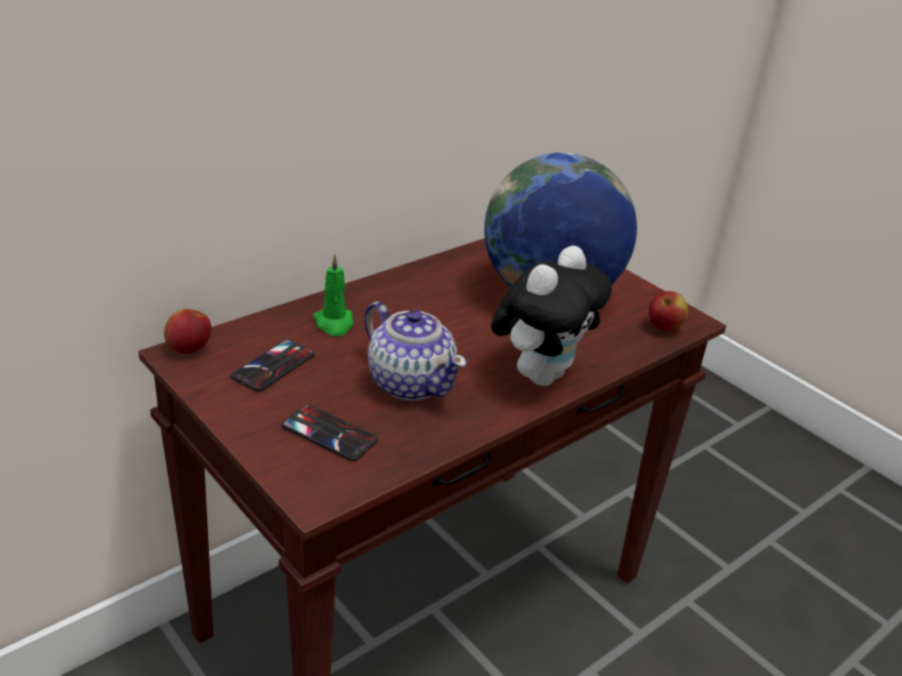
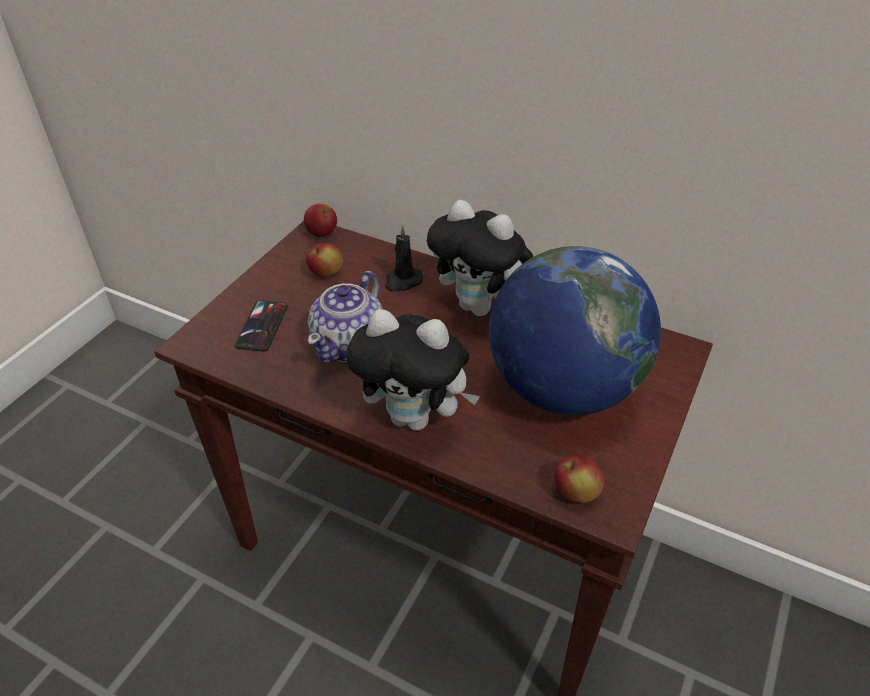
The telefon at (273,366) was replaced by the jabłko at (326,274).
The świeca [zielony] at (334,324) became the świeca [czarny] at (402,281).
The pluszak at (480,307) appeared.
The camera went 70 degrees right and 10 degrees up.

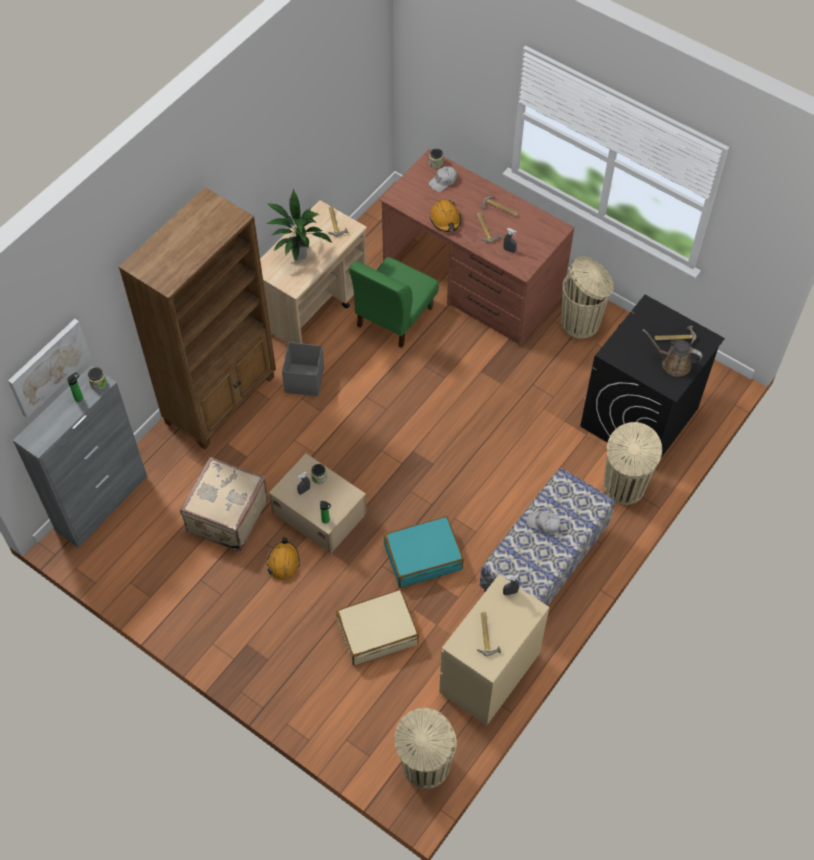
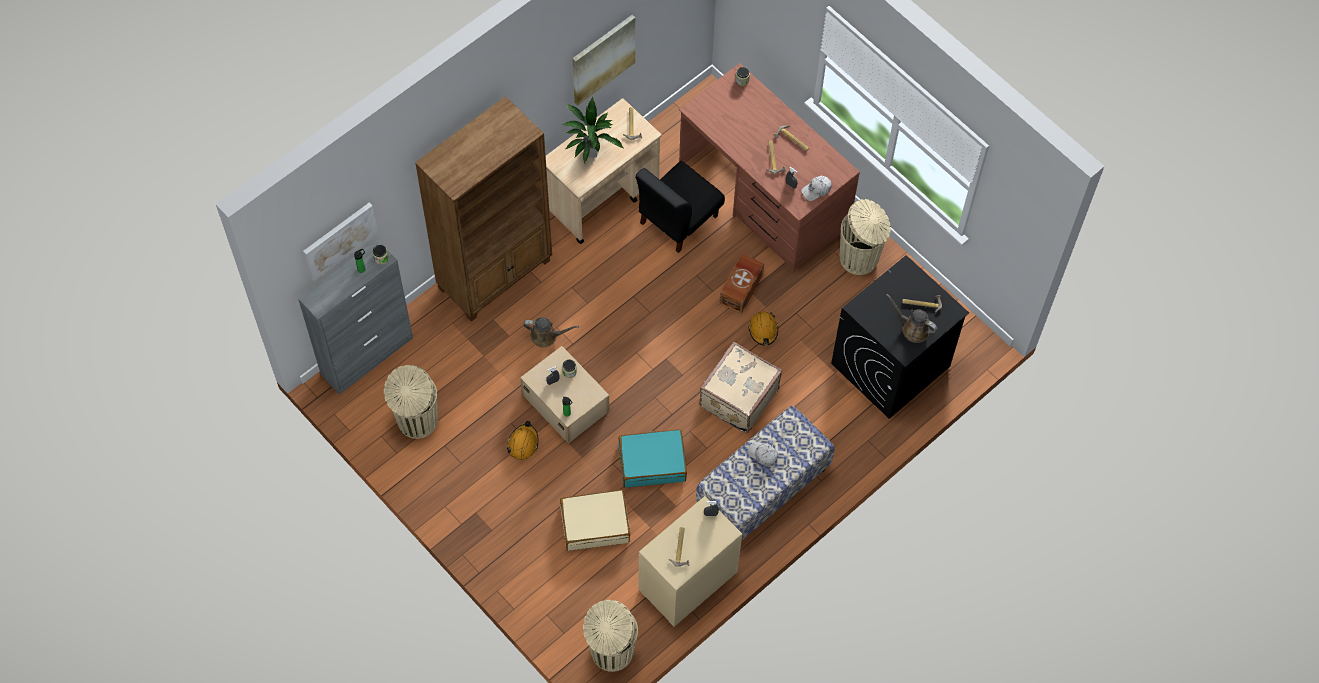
The kosz na śmieci [beżowy] moved from (623,487) to (416,421).
The konewka [brązowy] at (546,336) appeared.
The obraz at (602,59) appeared.
The krzesło [zielony] at (394,317) became the krzesło [czarny] at (678,219).
The walizka [beżowy] moved from (226,516) to (737,397).
The pojemnik do przechowywania [brązowy] at (742,289) appeared.
The kask [pomarańczowy] moved from (445,219) to (763,330).
The czapka z daszkiem [biały] moved from (443,181) to (816,190).
The pojemnik do przechowywania [szary] at (305,379) disappeared.
The camera went 10 degrees right and 5 degrees up.

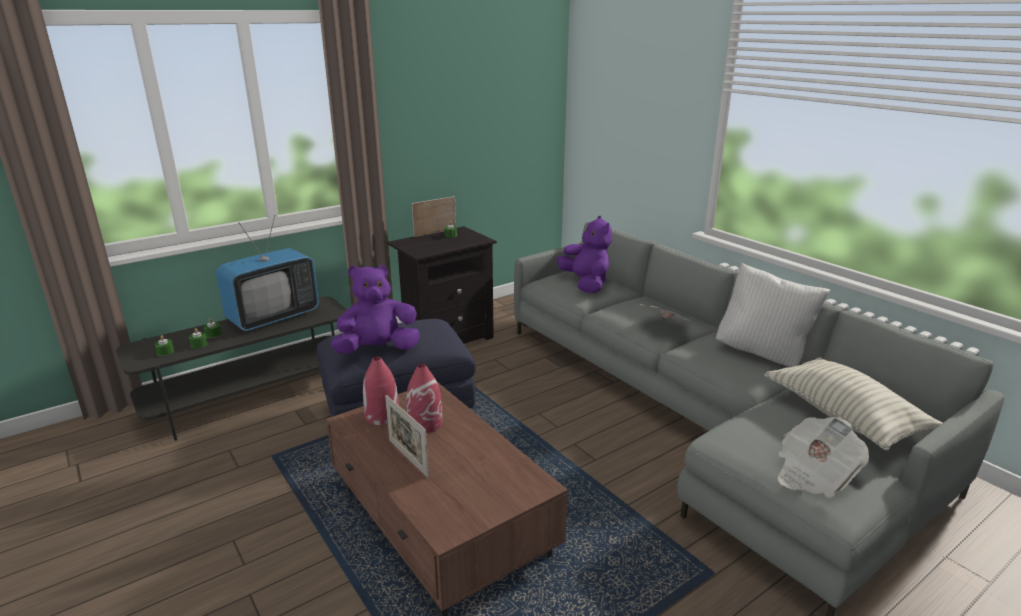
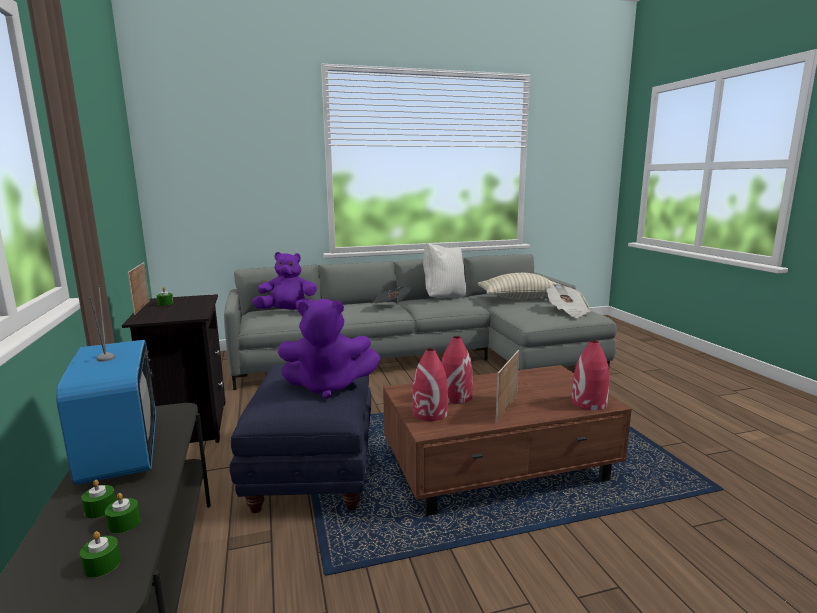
The pluszak [fioletowy] at (378,349) turned 90 degrees counterclockwise.
The ramka na zdjęcie at (408,458) turned 135 degrees clockwise.
The wazon [czerwony] at (589,403) appeared.
The camera went 70 degrees left and 10 degrees down.

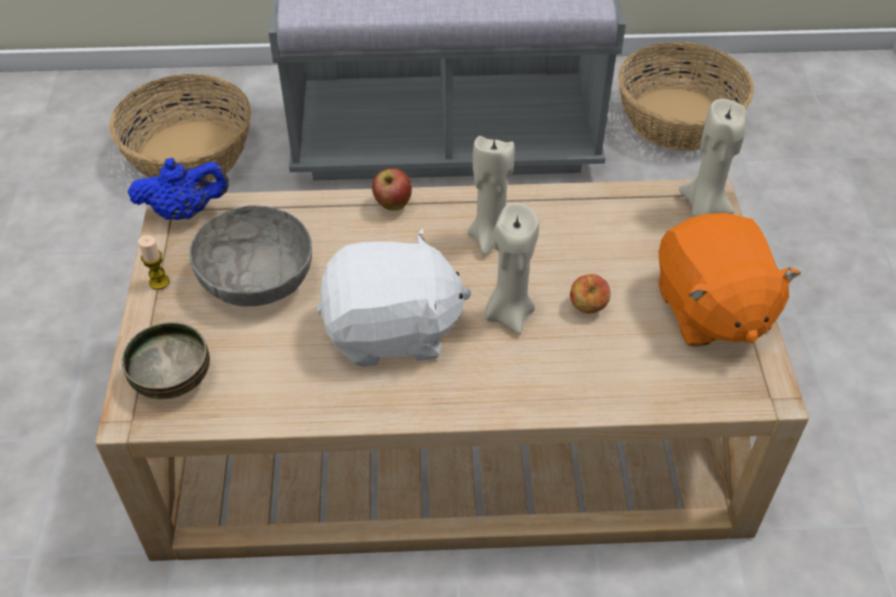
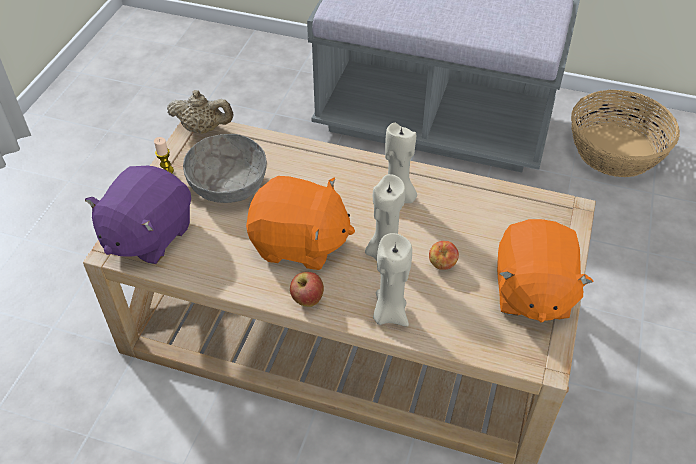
The miska at (174,378) was replaced by the pluszak [fioletowy] at (147,235).
The imbryk [niebieski] at (185,212) became the imbryk [beżowy] at (203,129).
The pluszak [biały] at (392,331) became the pluszak [pomarańczowy] at (299,244).
The jabłko moved from (393,205) to (307,300).
The świeca [beżowy] moved from (704,207) to (389,313).
The koszyk at (190,155) disappeared.
The camera went 20 degrees right and 0 degrees up.

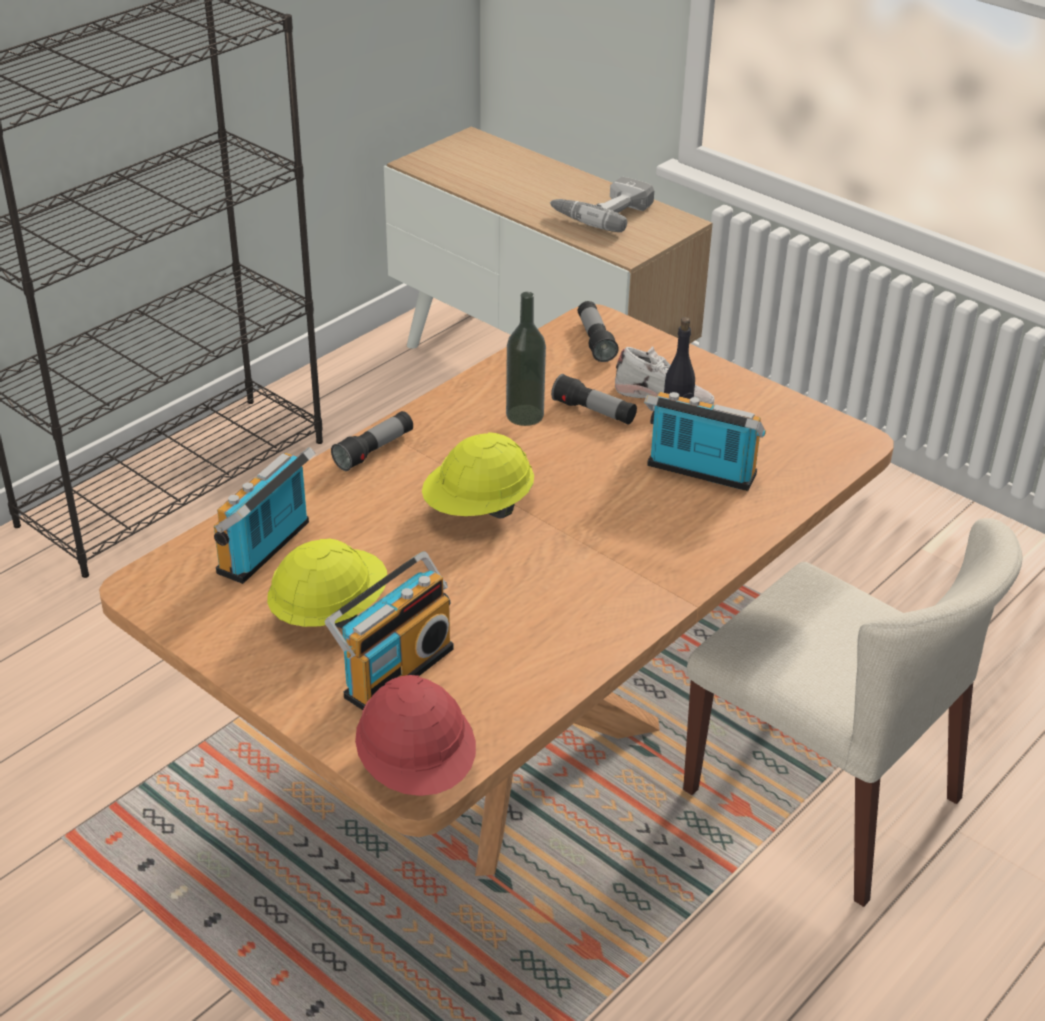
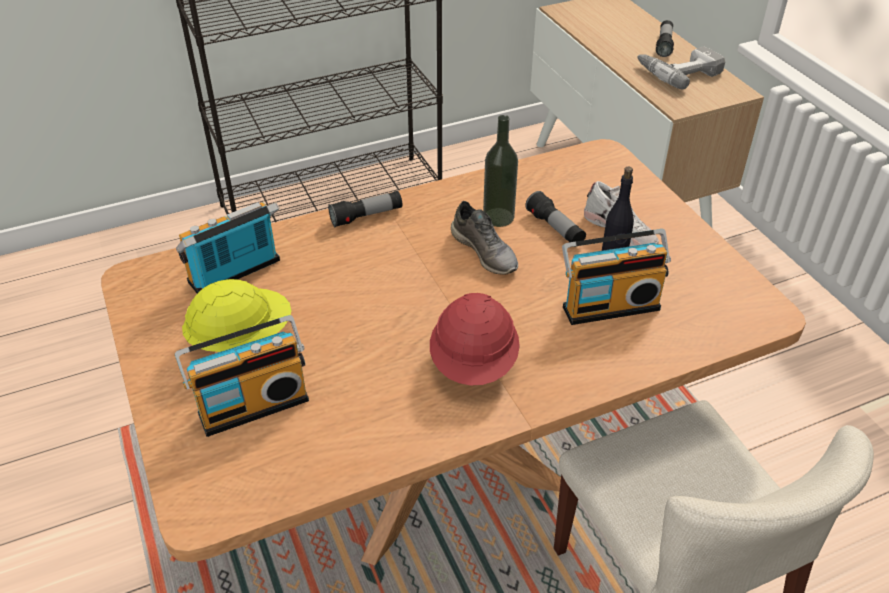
The kask [czerwony] moved from (417,768) to (474,363).
The but [szary] at (485,252) appeared.
The radio at (699,473) turned 120 degrees clockwise.
The latarka moved from (595,341) to (664,45).
The kask [żółty] at (479,509) disappeared.
The camera went 25 degrees right and 5 degrees up.

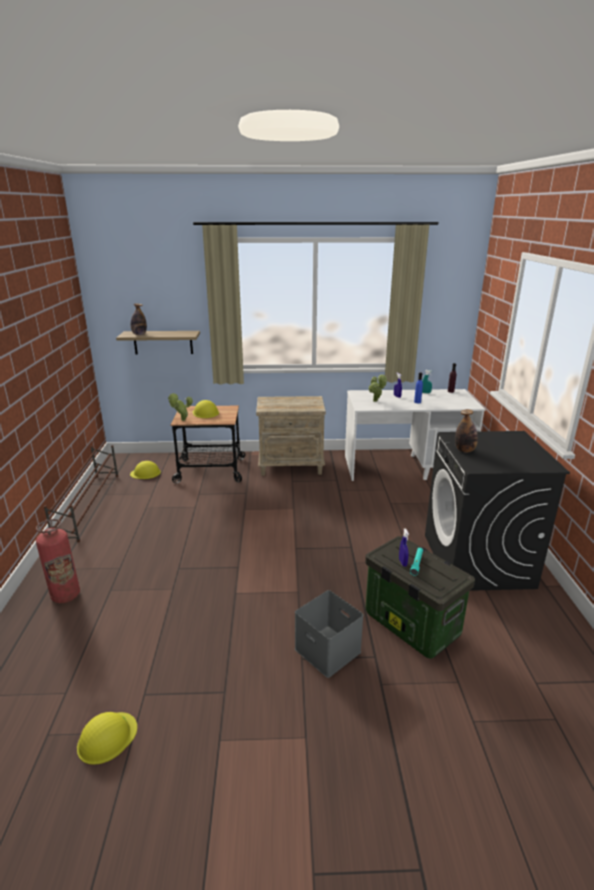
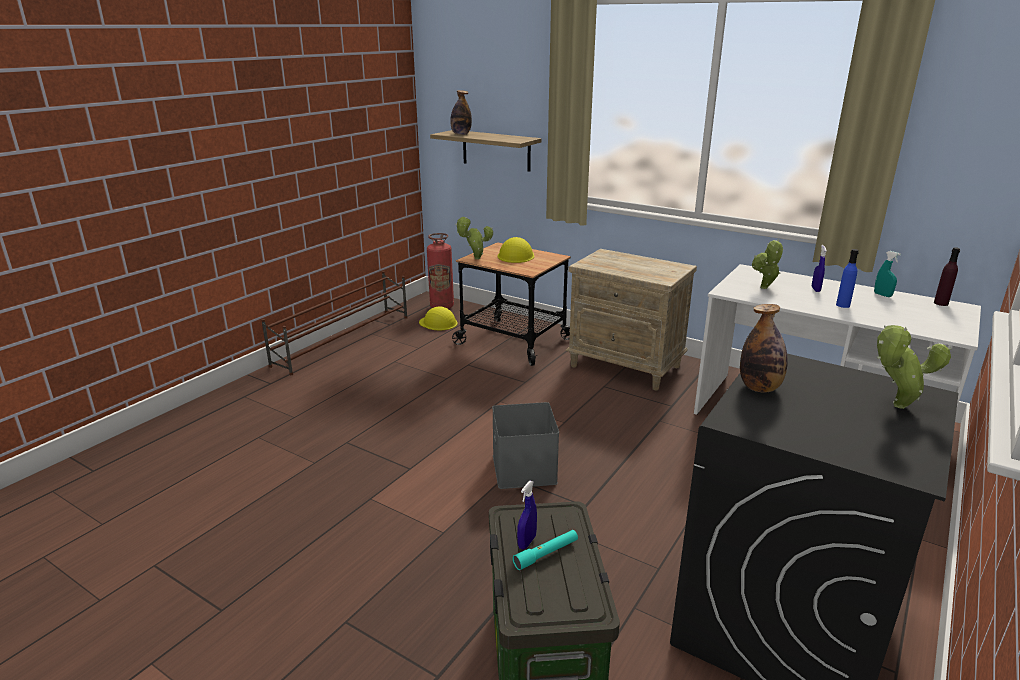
The gaśnica moved from (66,595) to (442,306).
The pojemnik do przechowywania [szary] moved from (326,650) to (522,468).
The roślina doniczkowa at (895,406) appeared.
The kask [żółty] at (107,737) disappeared.
The camera went 35 degrees right and 0 degrees up.

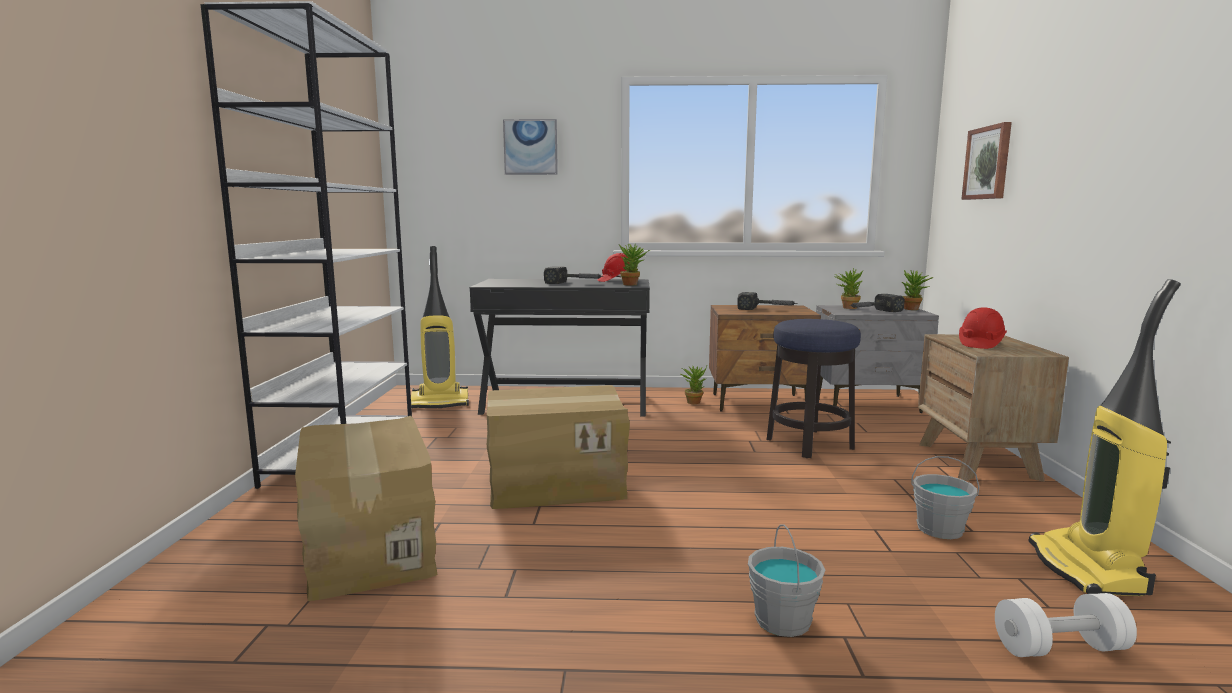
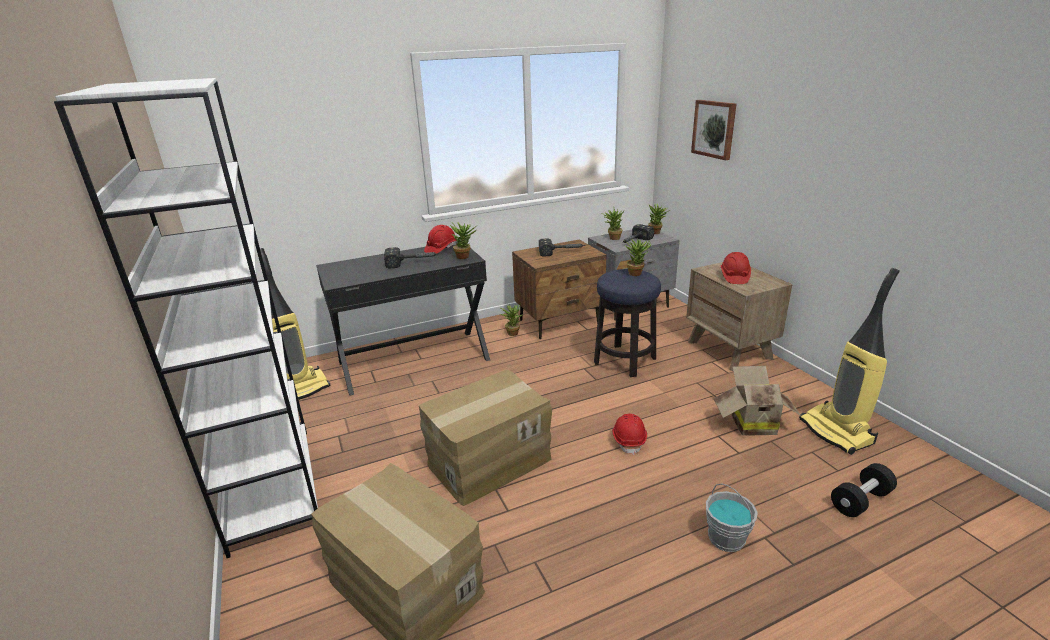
The kask [czerwony] at (629,440) appeared.
The roślina doniczkowa at (636,273) appeared.
The wiadro [szary] at (939,529) was replaced by the karton at (750,423).
The hantel [biały] at (1060,648) became the hantel [czarny] at (860,501).
The obraz at (530,147) disappeared.
The camera went 25 degrees left and 15 degrees up.

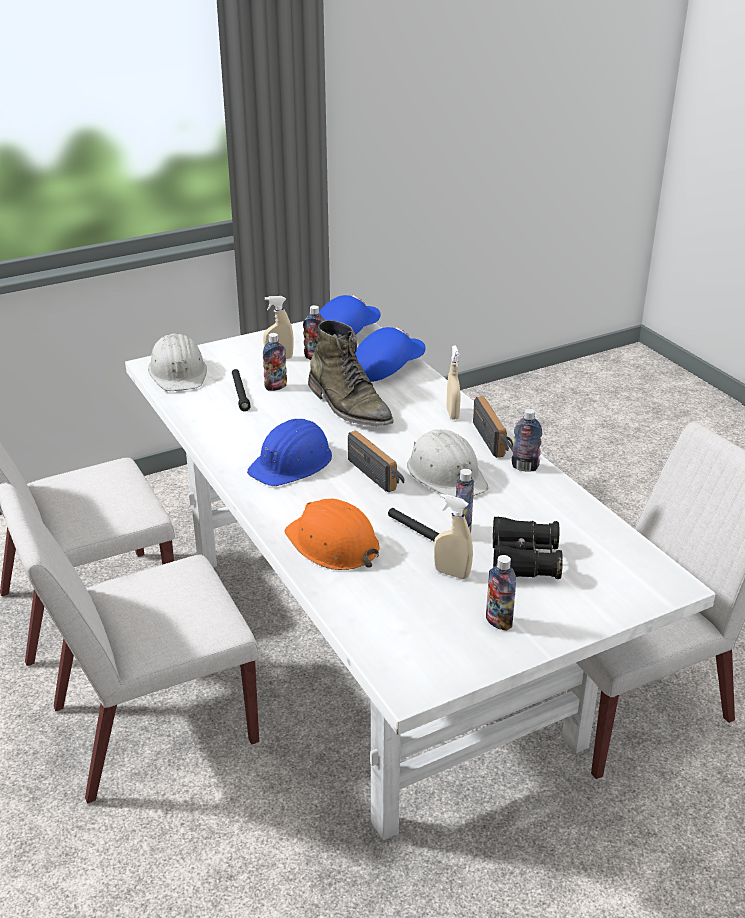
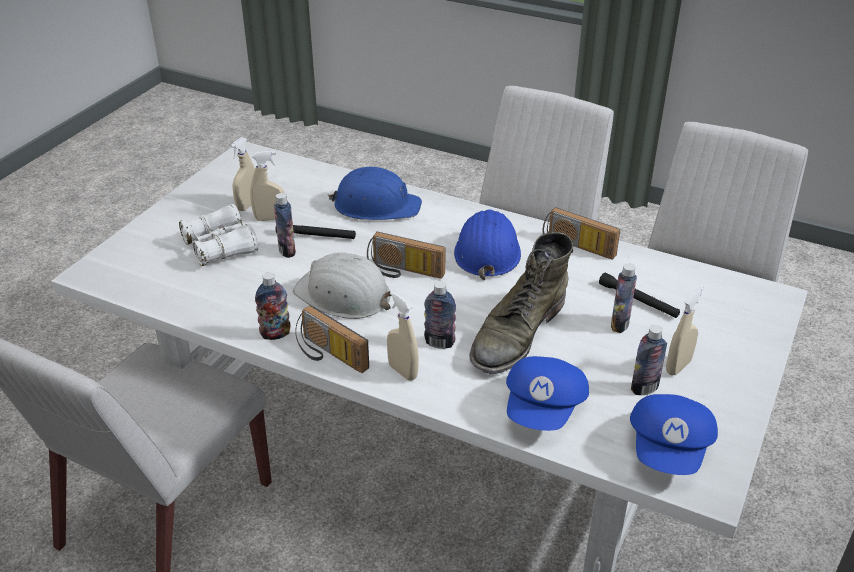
The lornetka [czarny] at (524,561) became the lornetka [biały] at (220,246).
The spryskiwacz [beżowy] at (247,205) appeared.
The kask [pomarańczowy] at (333,544) became the kask [niebieski] at (376,205).
The butelka moved from (498,622) to (439,343).
The but z cholewką [zielony] at (349,406) turned 75 degrees counterclockwise.
The radio at (576,249) appeared.
The kask [biały] at (178,373) disappeared.
The camera went 145 degrees right and 5 degrees up.

